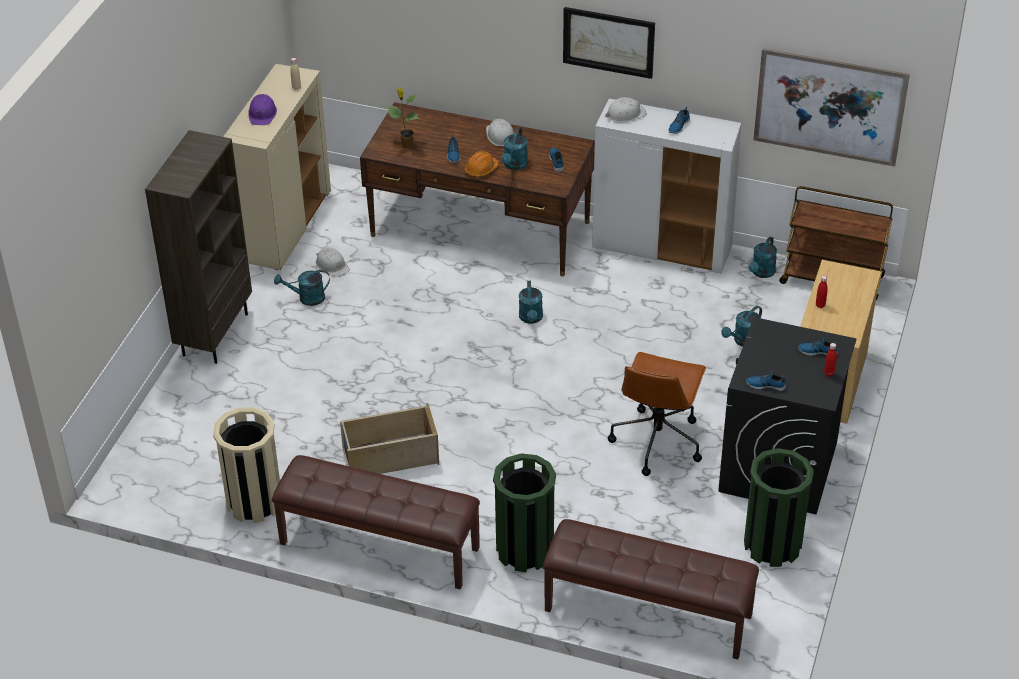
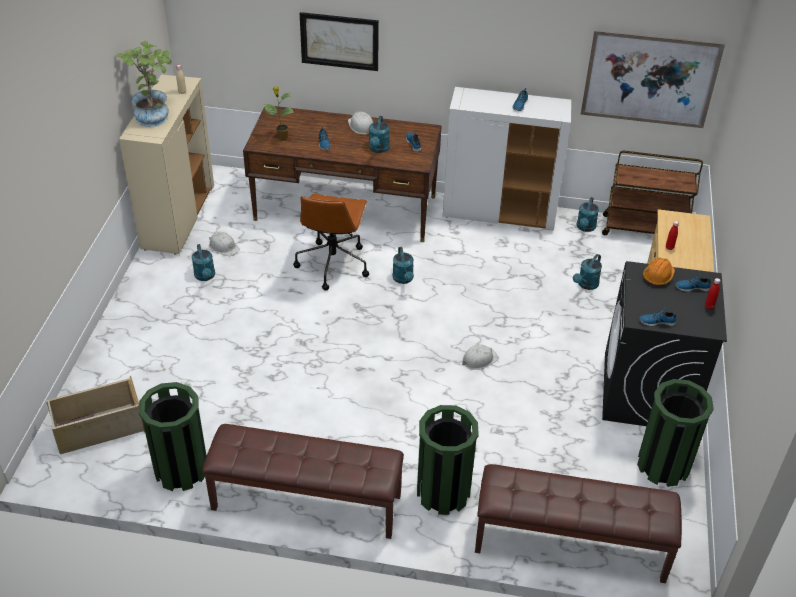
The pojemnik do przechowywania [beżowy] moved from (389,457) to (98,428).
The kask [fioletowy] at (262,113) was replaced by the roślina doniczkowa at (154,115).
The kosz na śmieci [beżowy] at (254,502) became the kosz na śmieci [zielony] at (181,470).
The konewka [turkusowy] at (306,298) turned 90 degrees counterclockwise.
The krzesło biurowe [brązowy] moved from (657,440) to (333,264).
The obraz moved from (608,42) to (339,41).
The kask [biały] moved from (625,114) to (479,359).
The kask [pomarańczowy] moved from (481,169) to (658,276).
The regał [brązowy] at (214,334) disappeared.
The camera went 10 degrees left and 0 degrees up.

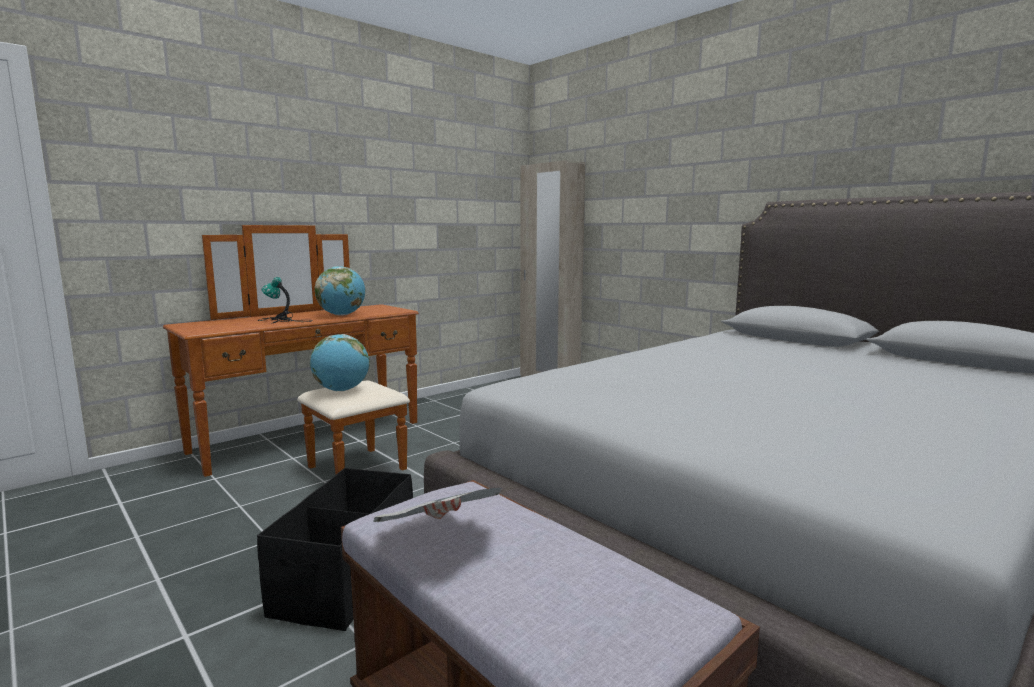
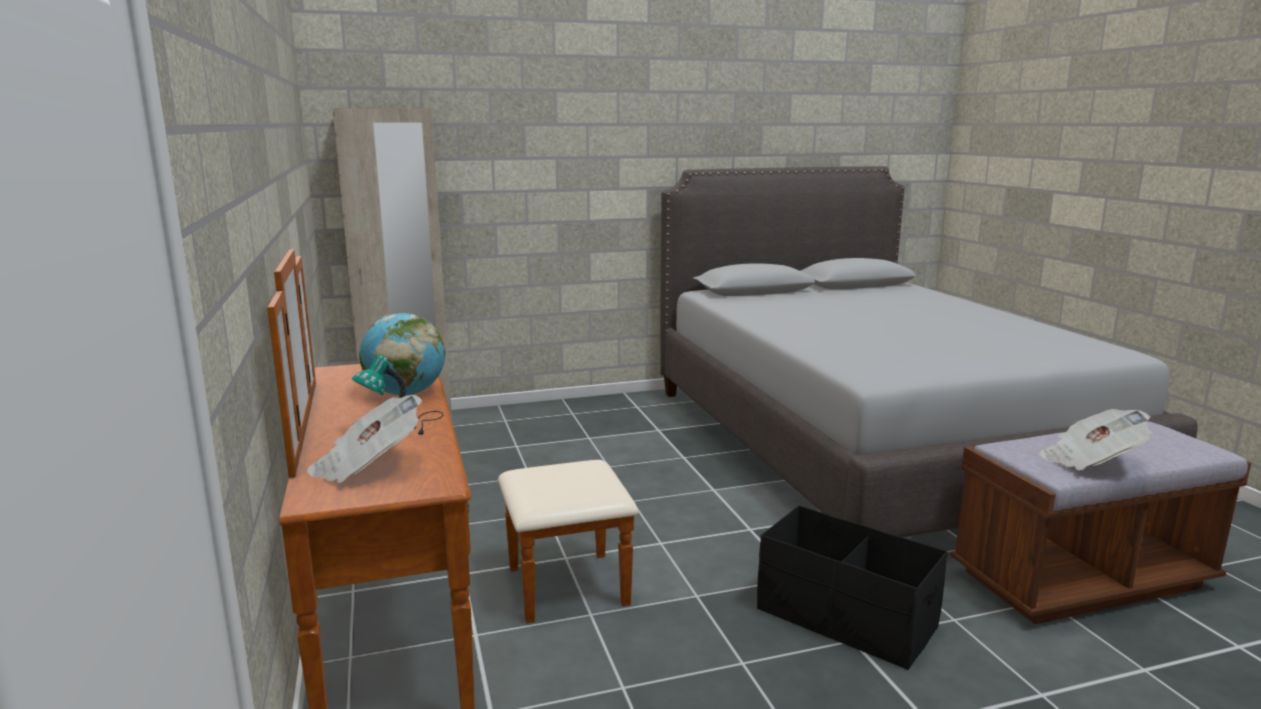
The gazeta at (367,466) appeared.
The globus at (341,390) disappeared.
The camera went 65 degrees left and 5 degrees up.

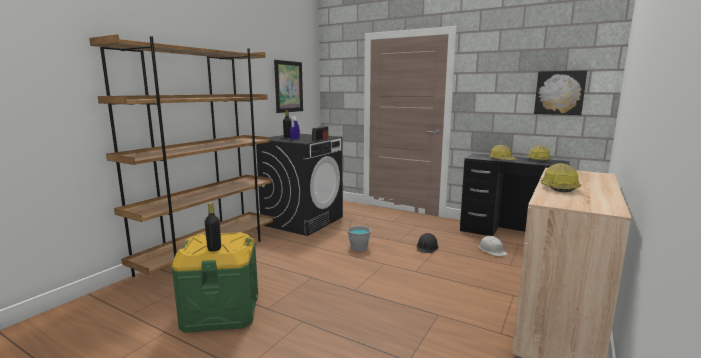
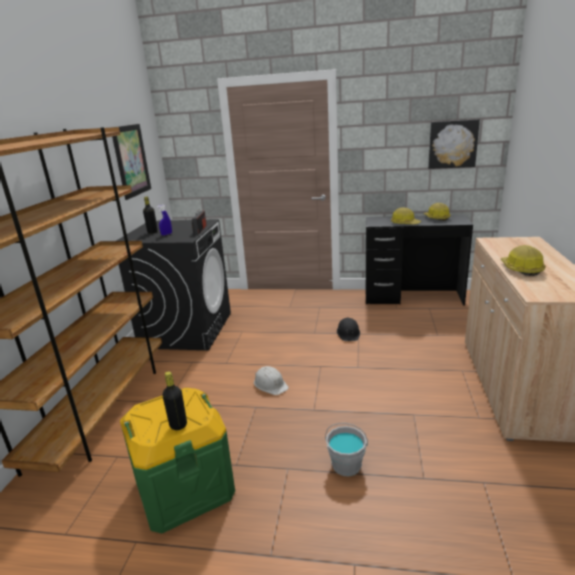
The kask [biały] moved from (492,250) to (270,384).
The wiadro [szary] moved from (359,247) to (346,465).
The camera went 20 degrees left and 10 degrees up.

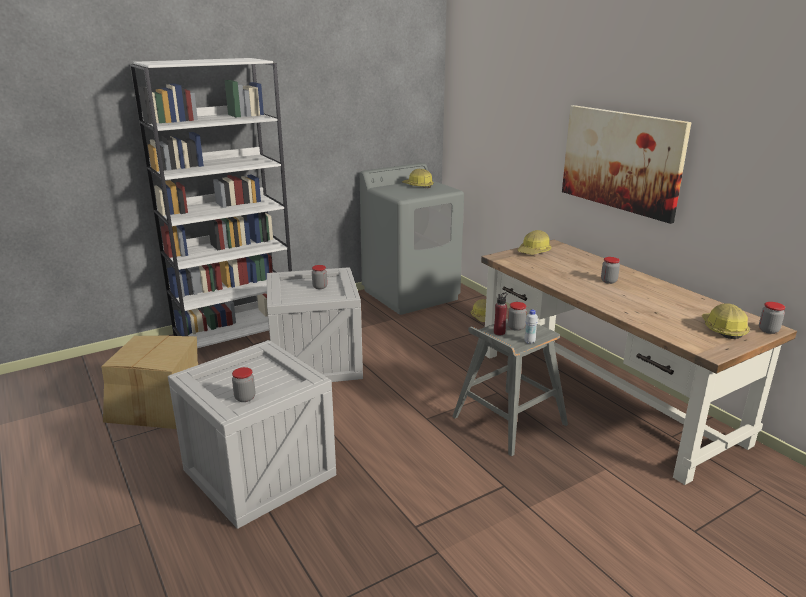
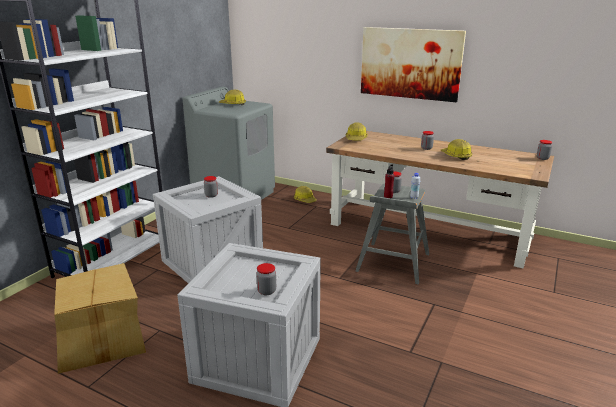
The kask moved from (723,329) to (456,156).
The camera went 30 degrees left and 0 degrees up.

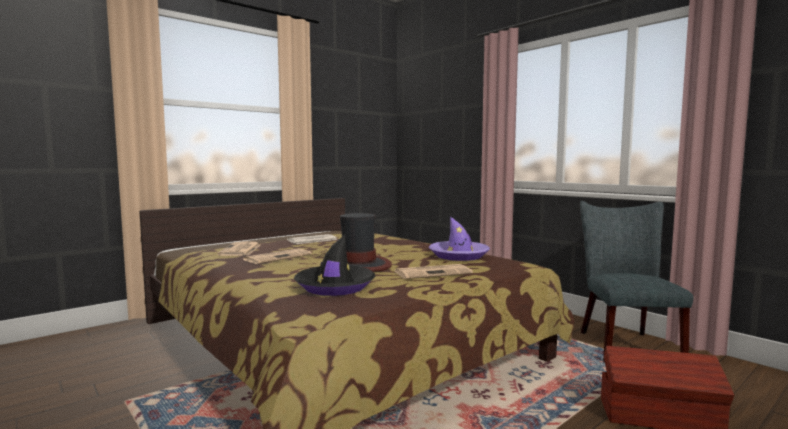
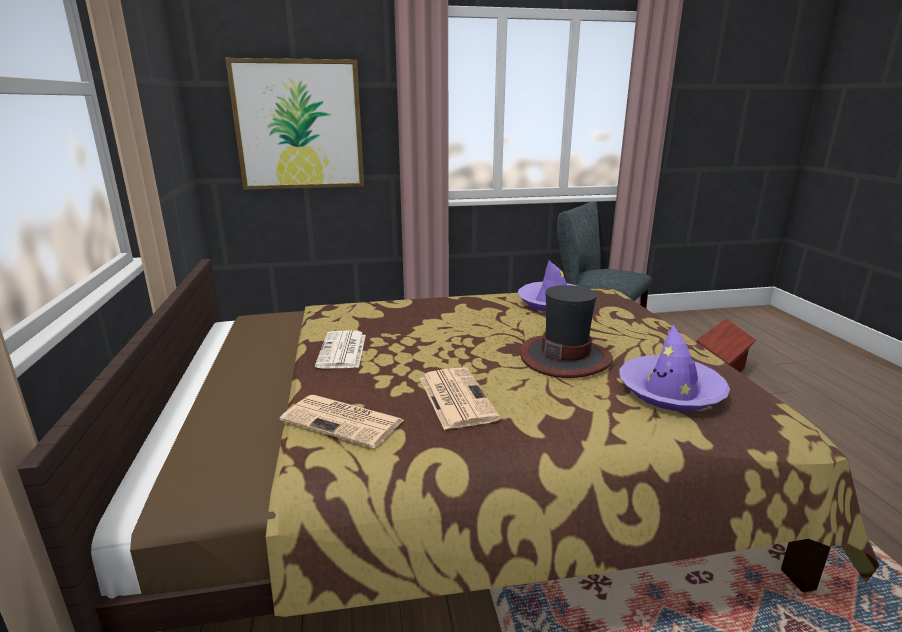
The obraz at (299,125) appeared.
The kapelusz [czarny] at (335,287) became the kapelusz [fioletowy] at (670,392).
The gazeta at (433,272) disappeared.
The camera went 60 degrees left and 15 degrees up.

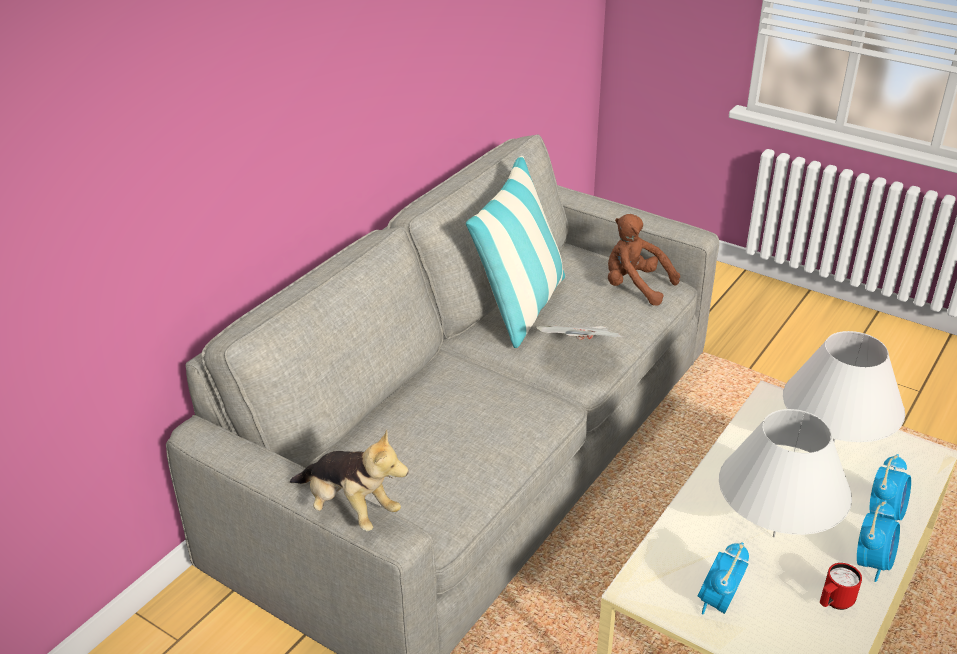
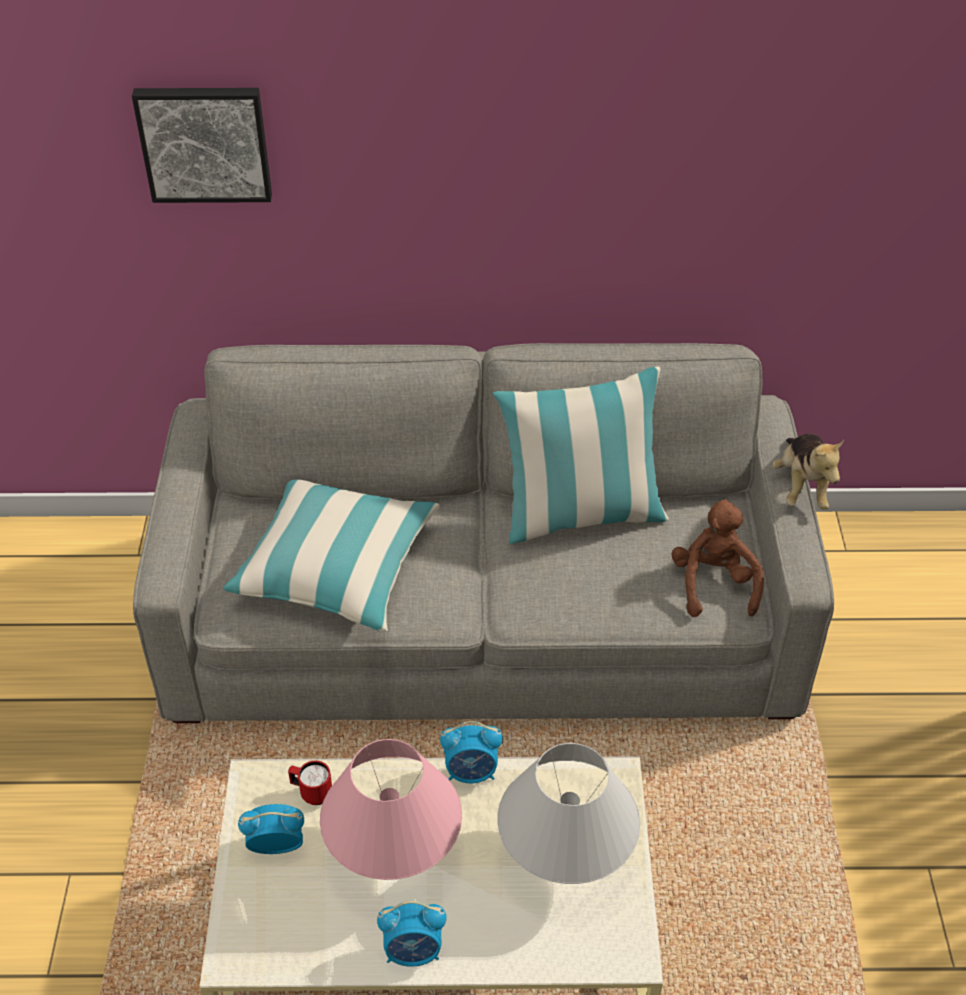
The obraz at (205,142) appeared.
The poduszka at (336,566) appeared.
The kubek [czerwony] moved from (834,602) to (311,793).
The lampa stołowa [biały] at (773,536) became the lampa stołowa [różowy] at (394,856).
The budzik moved from (884,514) to (471,772).
The pluszak moved from (349,509) to (802,486).
The gazeta at (581,350) disappeared.
The camera went 55 degrees right and 10 degrees up.

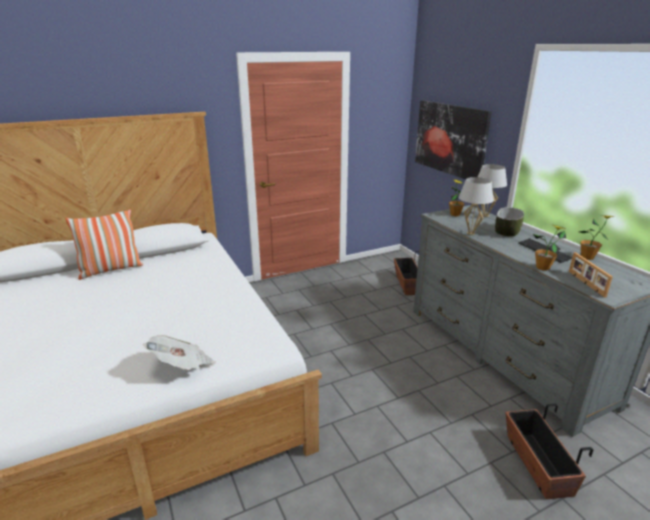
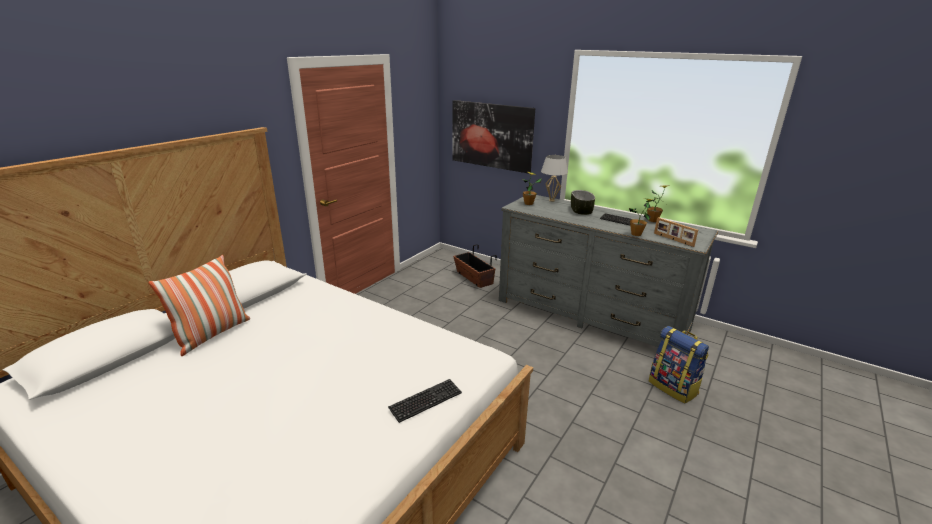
The gazeta at (183,366) was replaced by the klawiatura at (425,401).
The donica at (537,465) was replaced by the plecak at (673,388).
The lampa stołowa [biały] at (470,233) disappeared.
The camera went 30 degrees left and 0 degrees up.

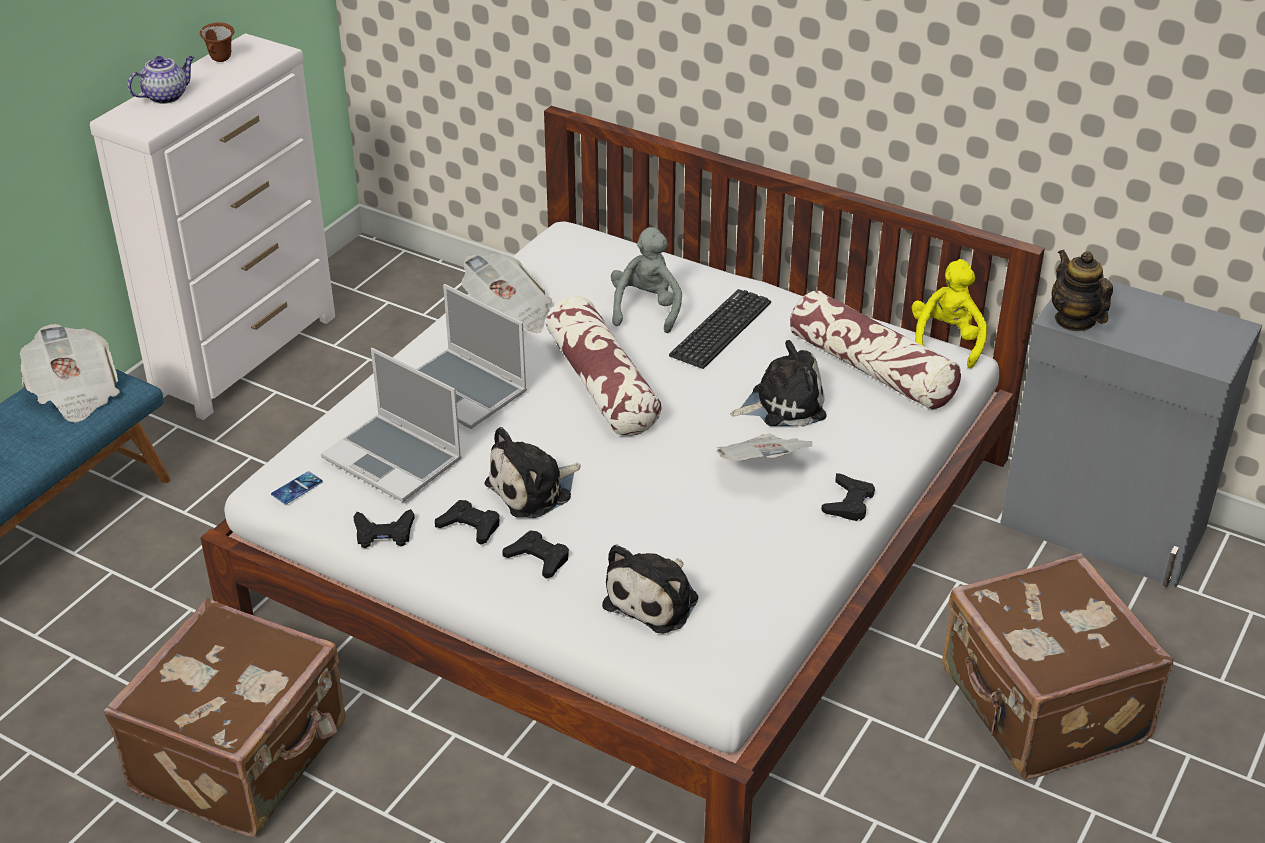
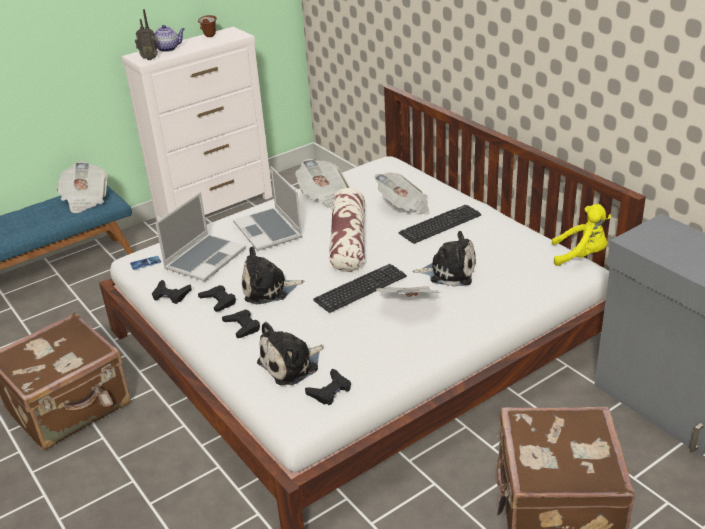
The radio at (149,58) appeared.
The laptop at (395,460) turned 120 degrees counterclockwise.
The pad do gier [czarny] moved from (848,503) to (330,391).
The klawiatura at (360,288) appeared.
The pluszak [szary] at (646,309) was replaced by the gazeta at (404,207).
The pluszak [żółty] at (946,342) turned 60 degrees clockwise.
The poduszka at (871,369) disappeared.
The imbryk at (1075,320) disappeared.
The camera went 25 degrees right and 5 degrees down.

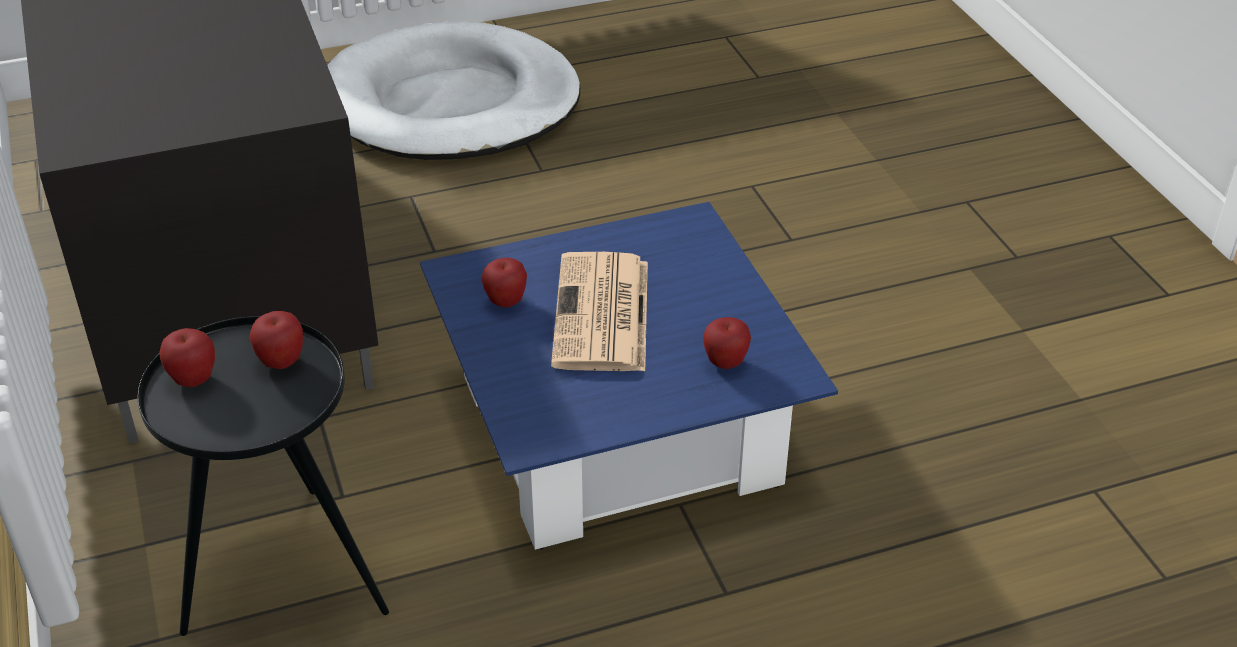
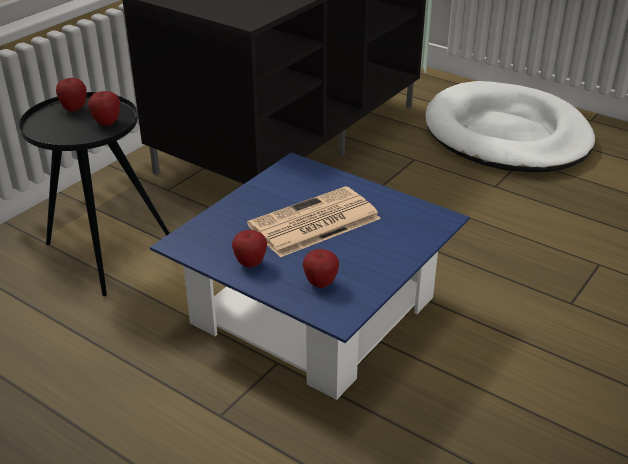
The jabłko moved from (506,302) to (250,263).
The camera went 55 degrees right and 5 degrees down.

